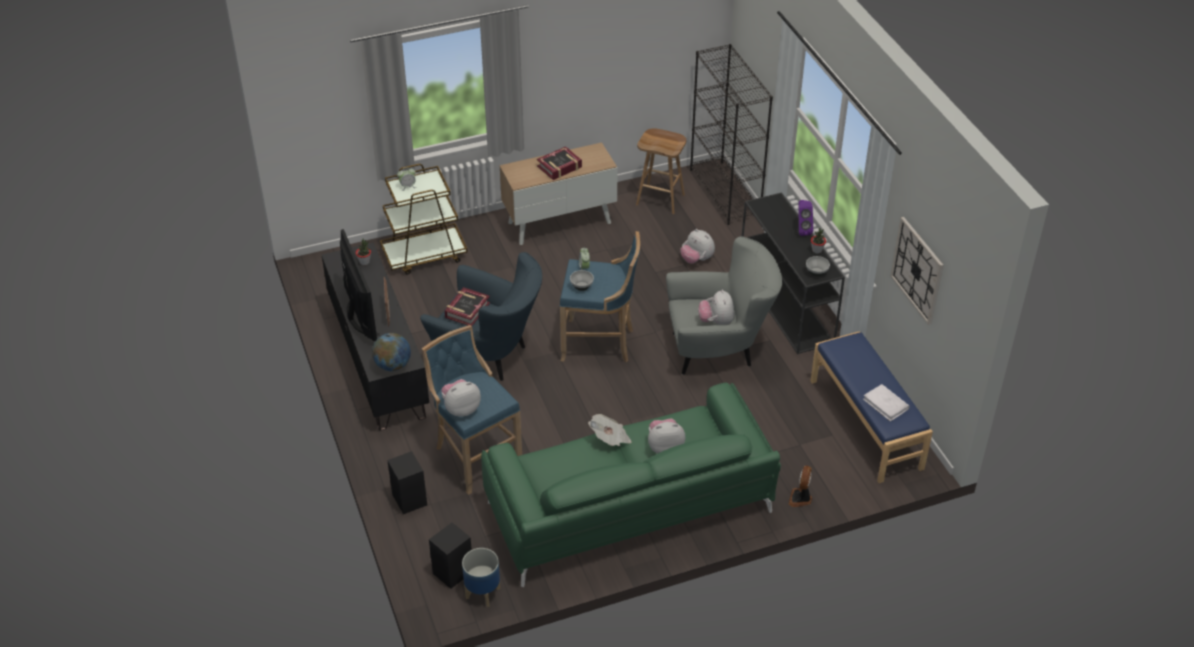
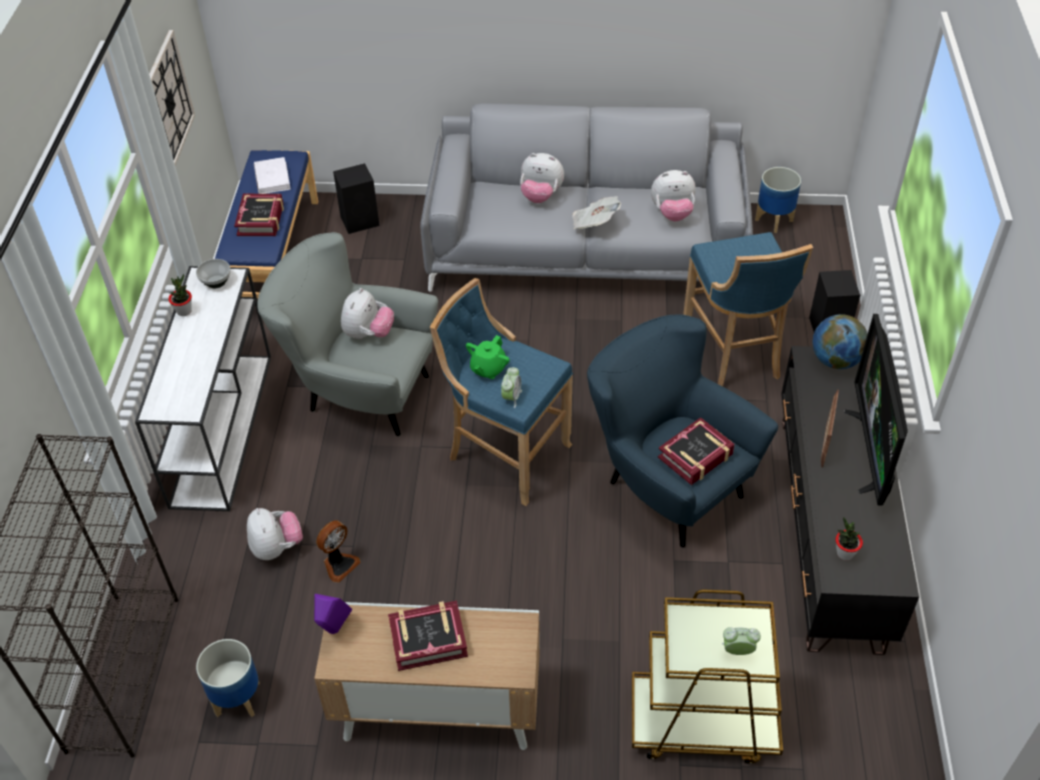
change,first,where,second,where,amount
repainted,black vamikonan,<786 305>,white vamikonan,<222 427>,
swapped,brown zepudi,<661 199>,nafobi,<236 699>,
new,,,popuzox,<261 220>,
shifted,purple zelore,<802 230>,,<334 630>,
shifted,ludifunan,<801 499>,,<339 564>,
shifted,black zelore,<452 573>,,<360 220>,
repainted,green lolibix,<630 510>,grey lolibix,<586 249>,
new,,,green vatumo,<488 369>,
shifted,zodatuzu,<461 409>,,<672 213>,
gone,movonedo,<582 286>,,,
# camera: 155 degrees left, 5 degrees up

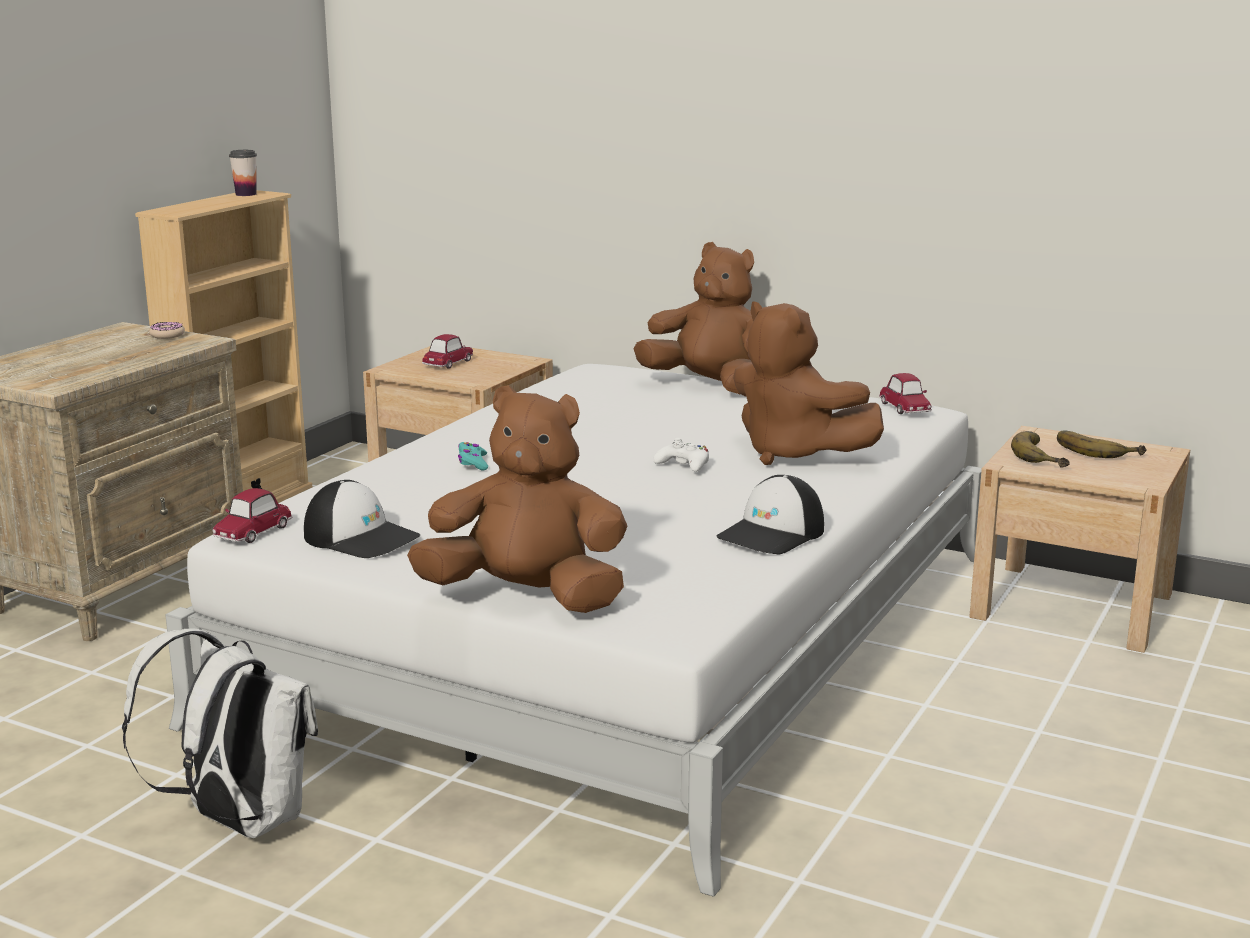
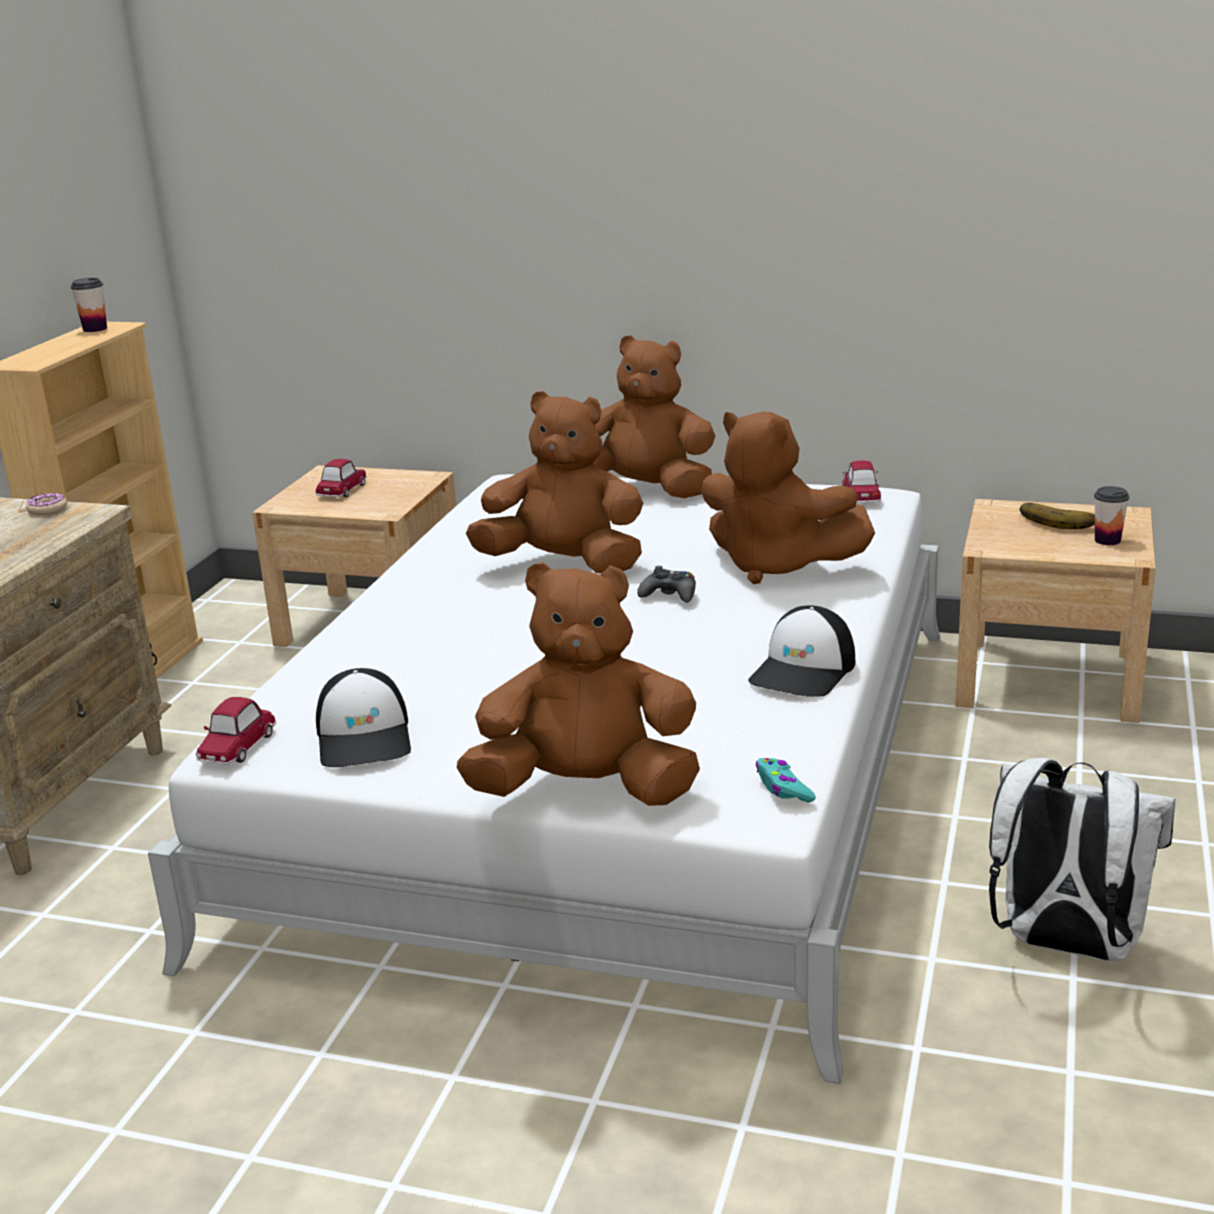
change,first,where,second,where,amount
rotated,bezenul,<361 538>,,<365 737>,60 degrees clockwise
new,,,brown zodatuzu,<564 565>,
repainted,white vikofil,<684 464>,black vikofil,<669 594>,
shifted,turquoise vikofil,<473 463>,,<783 788>,
rotated,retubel,<905 408>,,<861 495>,150 degrees counterclockwise
shifted,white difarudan,<239 821>,,<1065 945>,
new,,,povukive,<1107 540>,
gone,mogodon,<1044 456>,,,
# camera: 10 degrees left, 5 degrees up

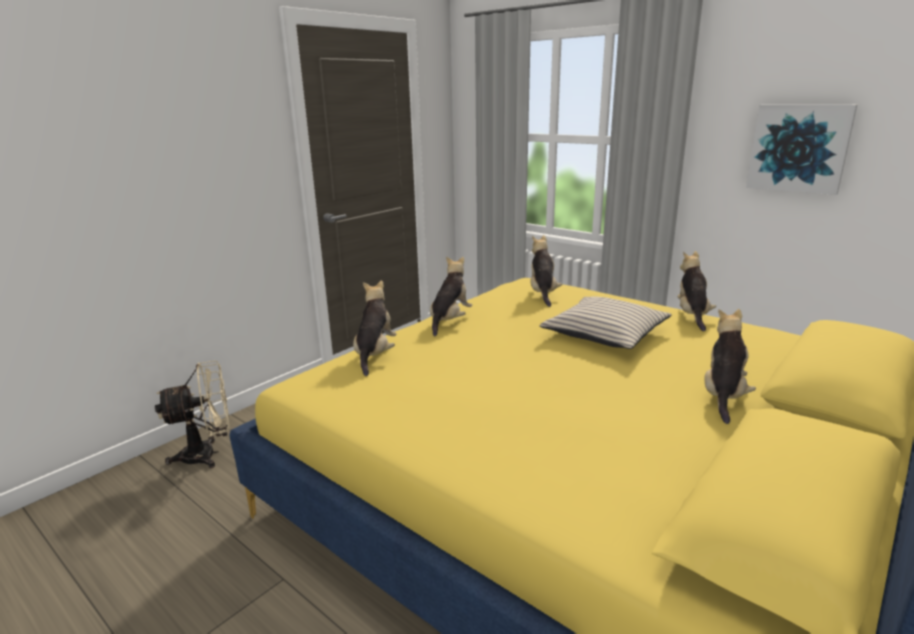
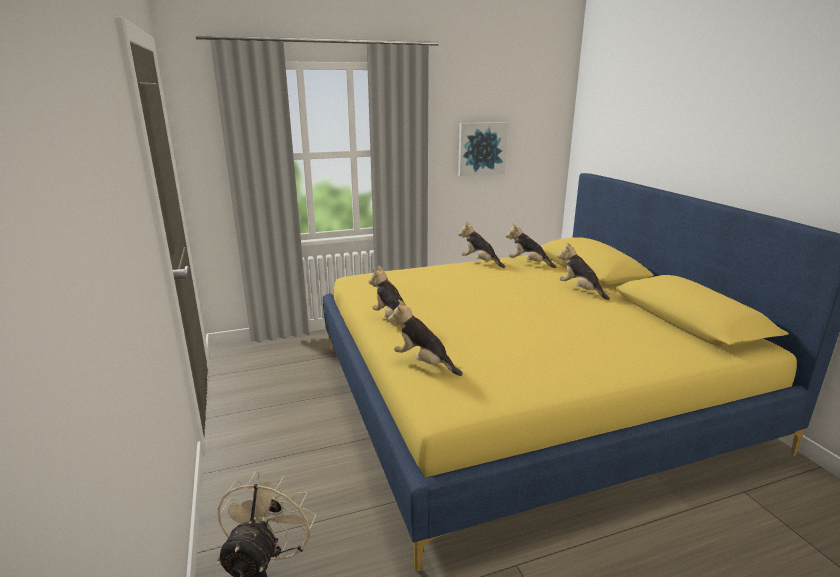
change,first,where,second,where,amount
shifted,zodatuzu,<543 293>,,<528 263>,
gone,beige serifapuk,<604 334>,,,
# camera: 60 degrees left, 0 degrees up

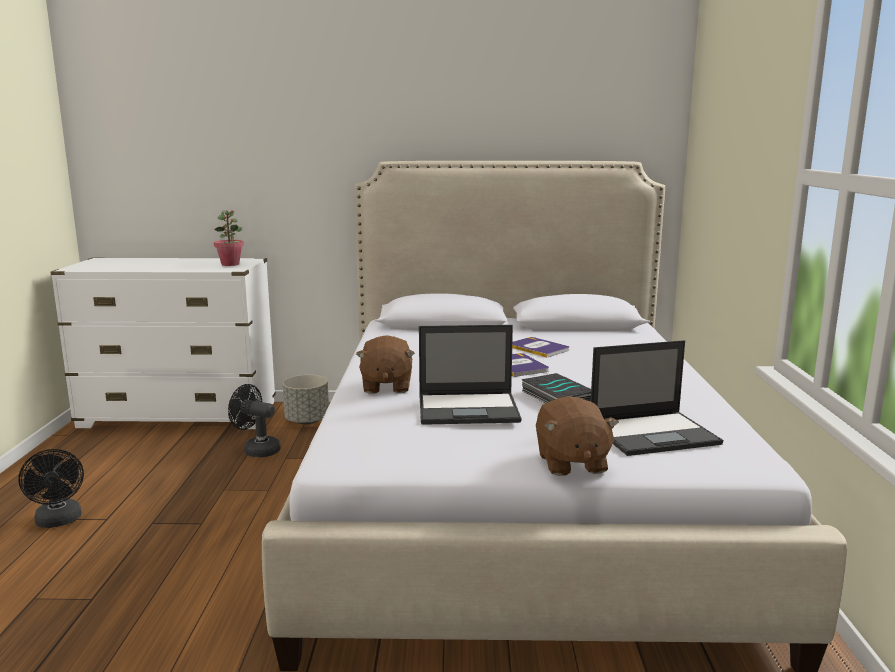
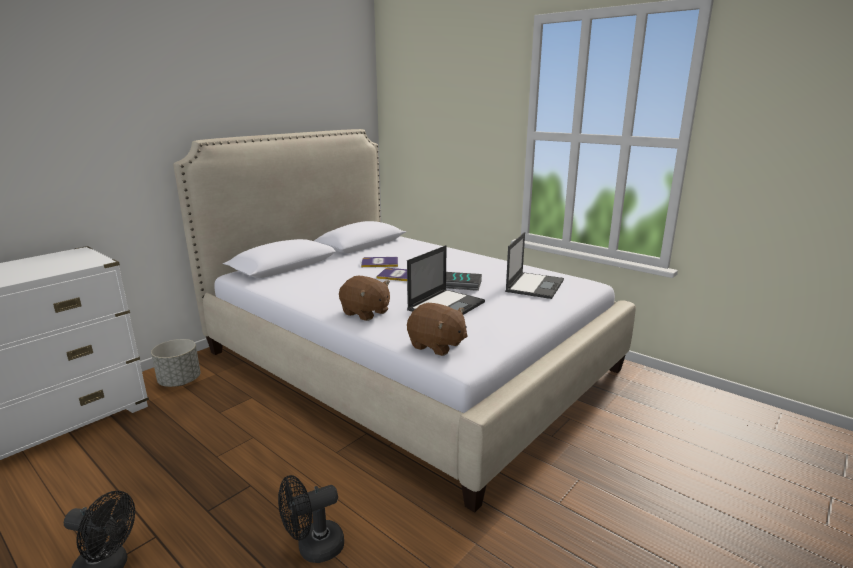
change,first,where,second,where,amount
shifted,black ludifunan,<257 450>,,<313 548>,
shifted,brown zodatuzu,<571 463>,,<437 345>,
gone,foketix,<230 264>,,,
# camera: 50 degrees left, 5 degrees up

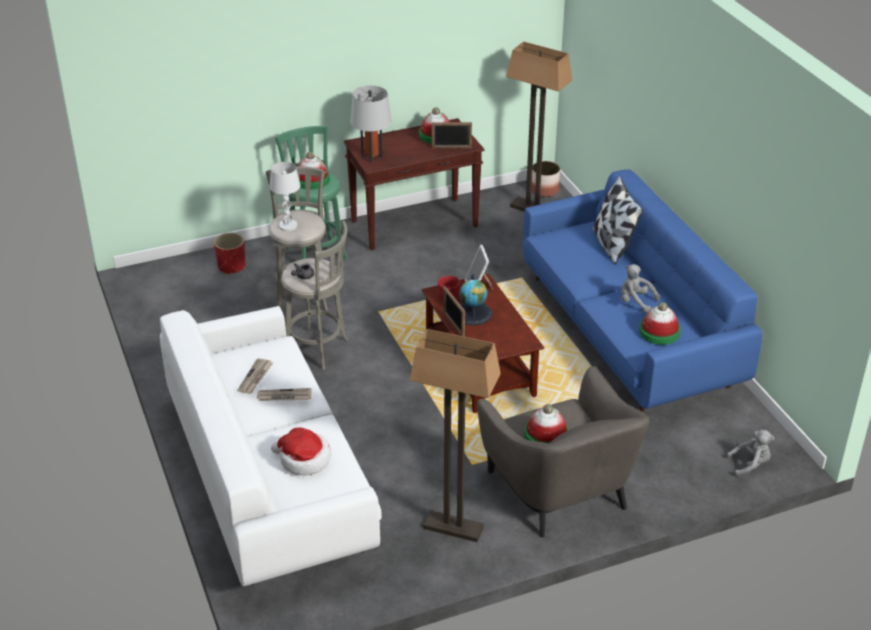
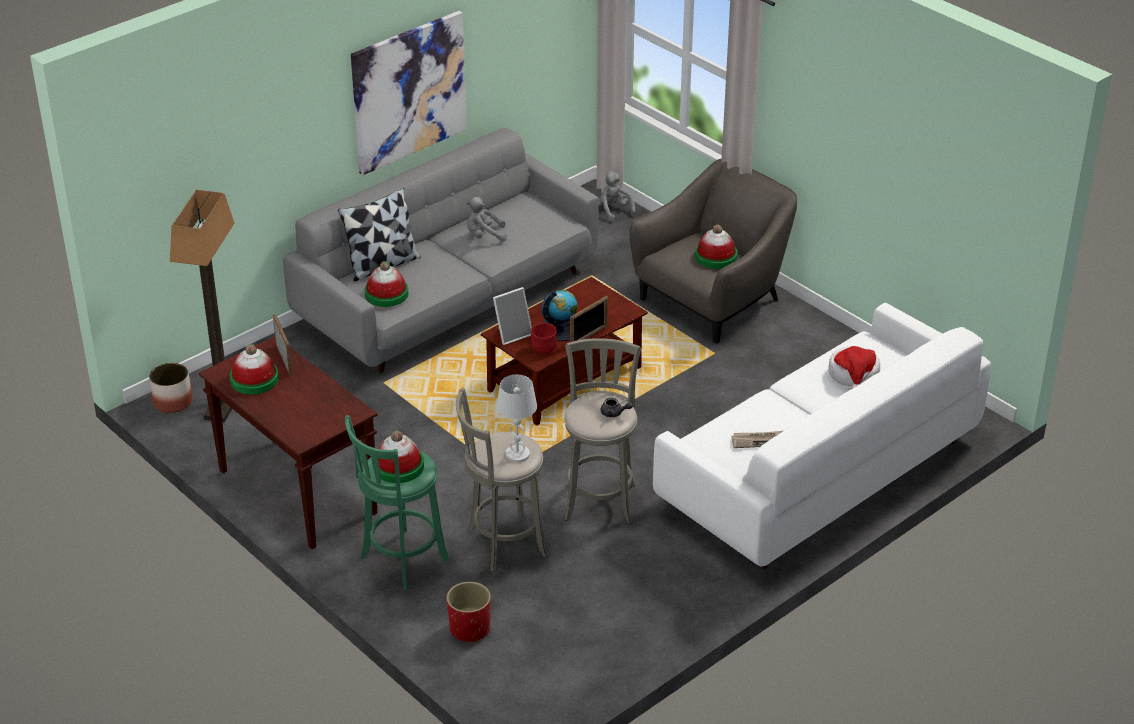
change,first,where,second,where,amount
repainted,blue lolibix,<627 330>,grey lolibix,<449 299>,
new,,,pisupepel,<408 92>,
shifted,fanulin,<659 332>,,<386 294>,
rotated,grey zodatuzu,<635 302>,,<484 236>,75 degrees clockwise
gone,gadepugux,<284 396>,,,
gone,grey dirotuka,<372 157>,,,
gone,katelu,<452 528>,,,
# camera: 110 degrees left, 0 degrees up

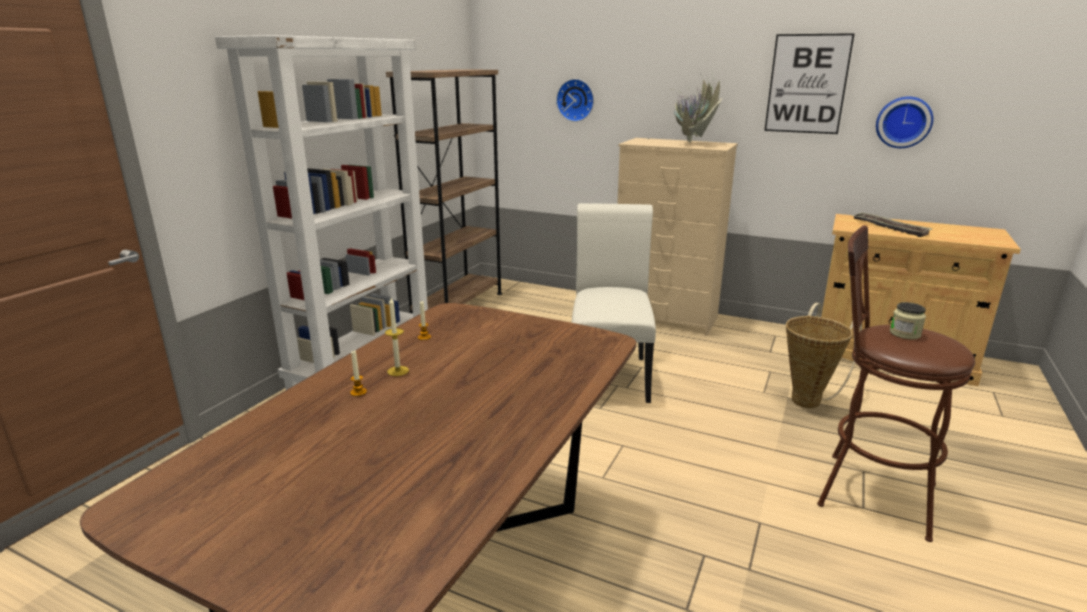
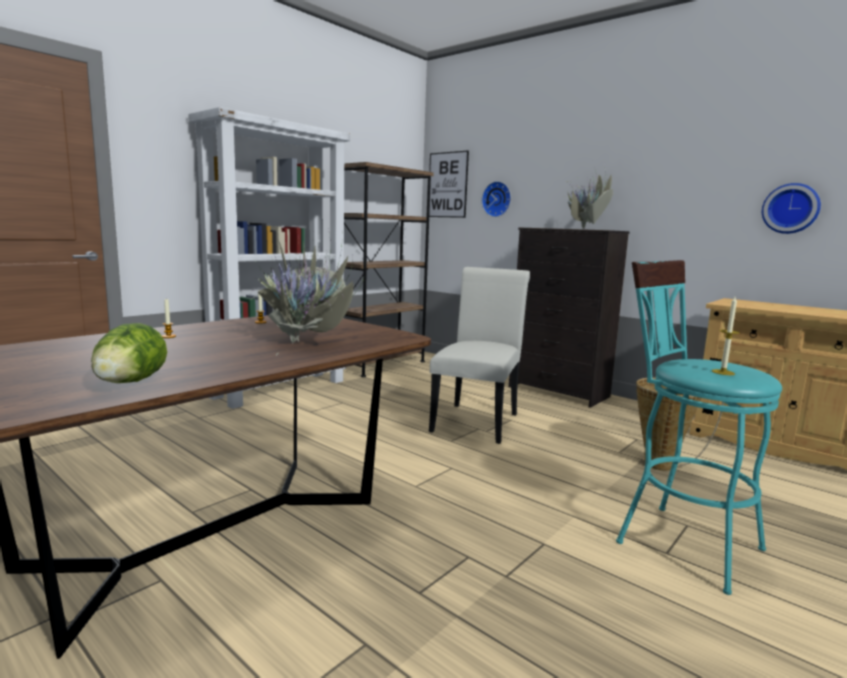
change,first,where,second,where,amount
new,,,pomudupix,<129 383>,
new,,,foketix,<306 344>,
shifted,pisupepel,<807 84>,,<447 185>,
repainted,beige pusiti,<665 318>,black pusiti,<558 392>,
repainted,brown zepudi,<864 491>,turquoise zepudi,<677 540>,
shifted,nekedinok,<398 371>,,<723 372>,
gone,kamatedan,<889 228>,,,
gone,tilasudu,<905 334>,,,
# camera: 15 degrees right, 10 degrees down

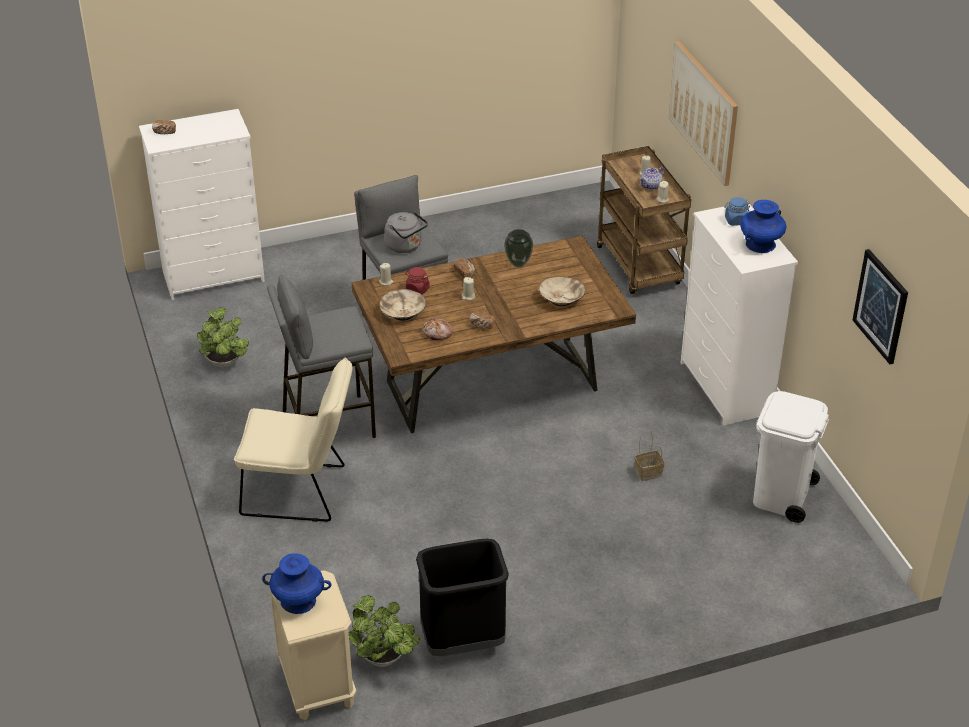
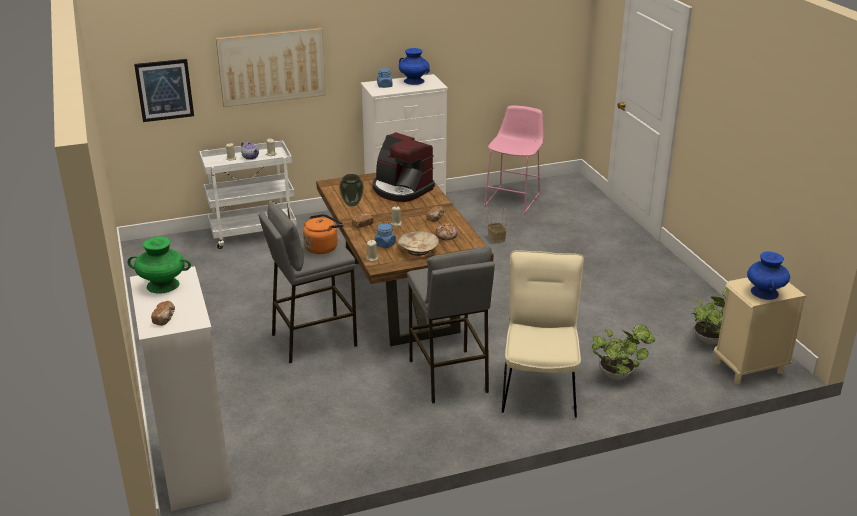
change,first,where,second,where,amount
new,,,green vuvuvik,<162 285>,
shifted,pisupepel,<881 306>,,<164 90>,
repainted,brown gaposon,<640 267>,white gaposon,<253 233>,
repainted,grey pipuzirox,<406 246>,orange pipuzirox,<322 247>,
swapped,beige movonedo,<562 299>,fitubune,<401 189>,
repainted,red tilasudu,<417 289>,blue tilasudu,<385 244>,
swapped,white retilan,<781 497>,pink zepudi,<513 199>,
shifted,foketix,<225 364>,,<618 374>,
gone,black retilan,<463 641>,,,
# camera: 90 degrees left, 10 degrees down

